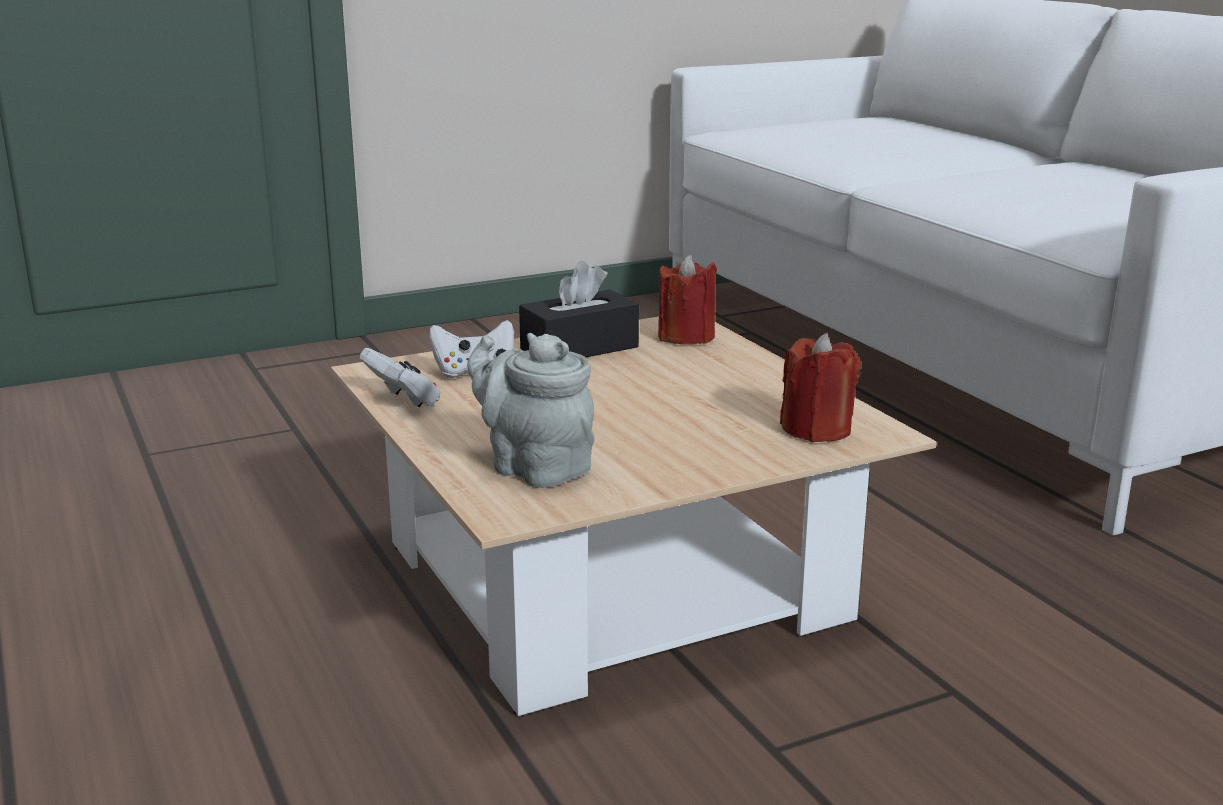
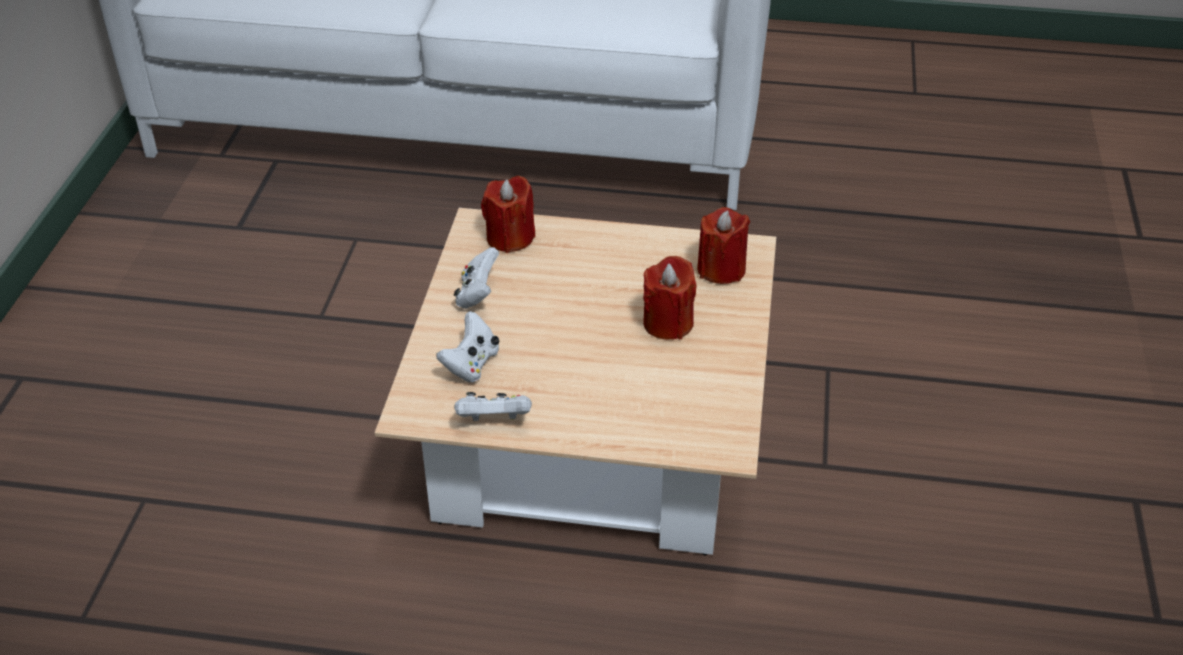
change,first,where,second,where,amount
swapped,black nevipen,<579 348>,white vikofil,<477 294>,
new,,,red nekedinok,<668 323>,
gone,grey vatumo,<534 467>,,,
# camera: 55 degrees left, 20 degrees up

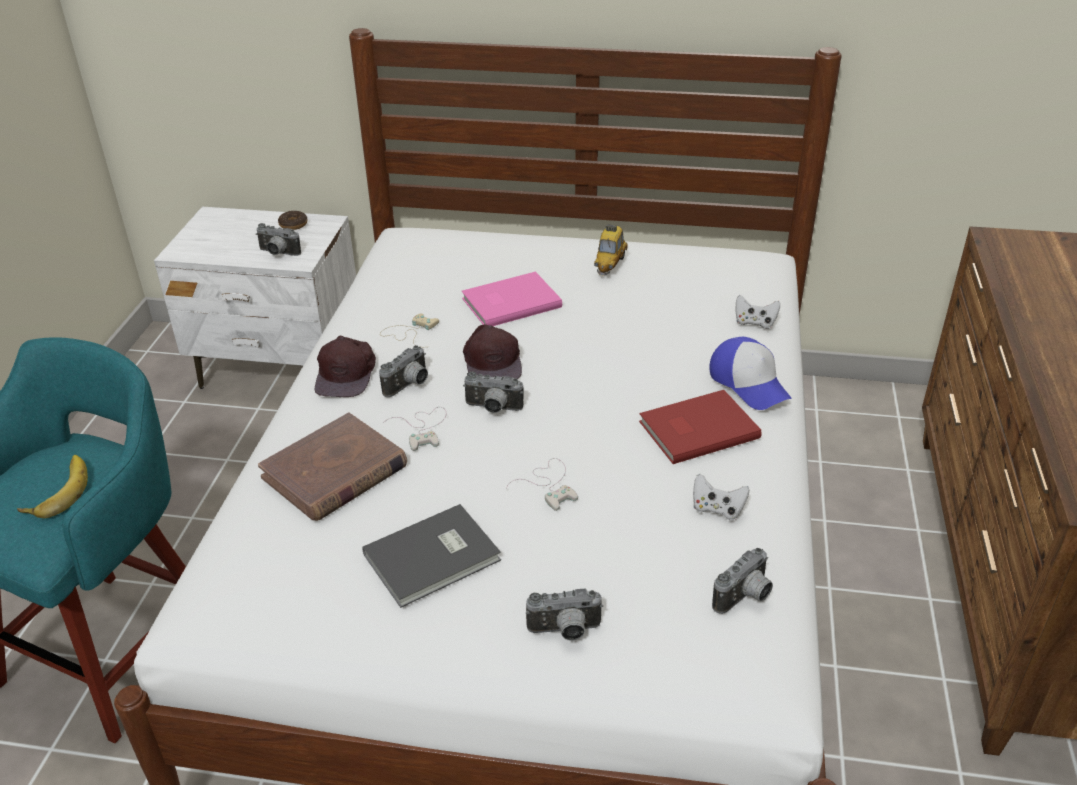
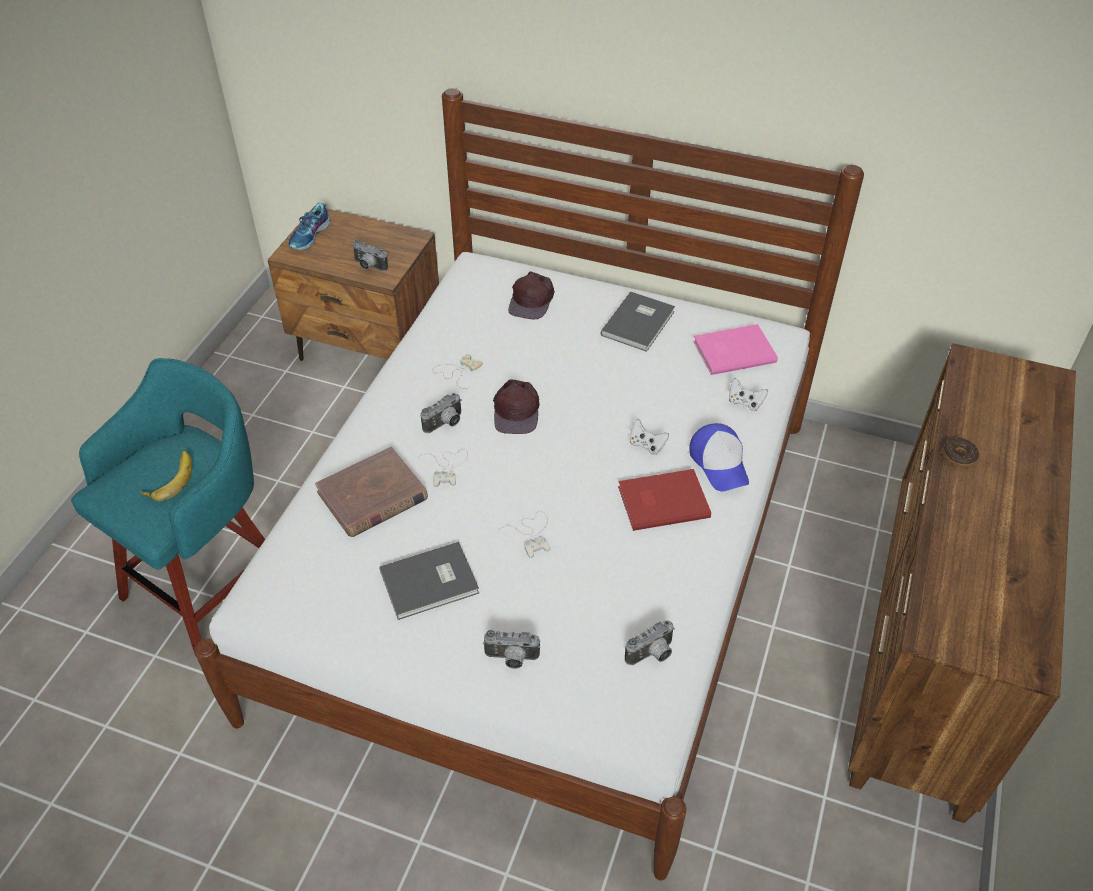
change,first,where,second,where,amount
repainted,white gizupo,<280 367>,brown gizupo,<369 348>,
new,,,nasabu,<311 236>,
shifted,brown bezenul,<347 373>,,<532 300>,
swapped,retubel,<610 264>,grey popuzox,<640 323>,
shifted,white vikofil,<717 509>,,<646 445>,
shifted,pink popuzox,<509 302>,,<732 351>,
shifted,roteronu,<293 224>,,<959 456>,
gone,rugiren,<492 409>,,,
# camera: 10 degrees right, 10 degrees up

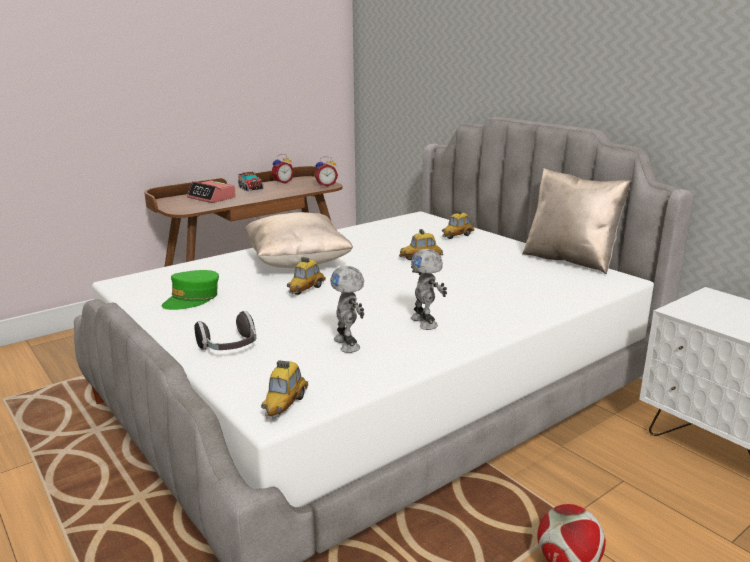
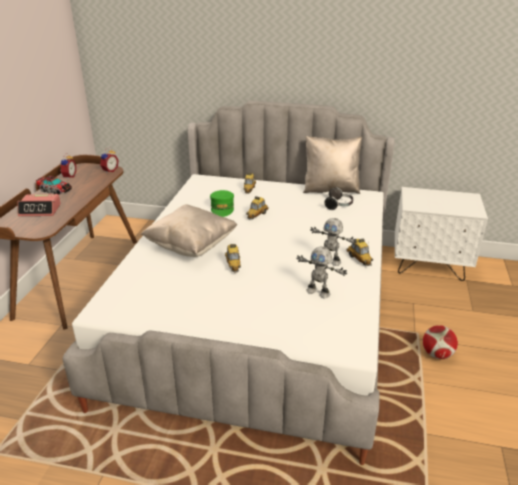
change,first,where,second,where,amount
shifted,green bezenul,<192 299>,,<222 208>,
shifted,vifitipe,<230 348>,,<339 205>,
shifted,retubel,<285 405>,,<359 259>,
# camera: 40 degrees left, 10 degrees up

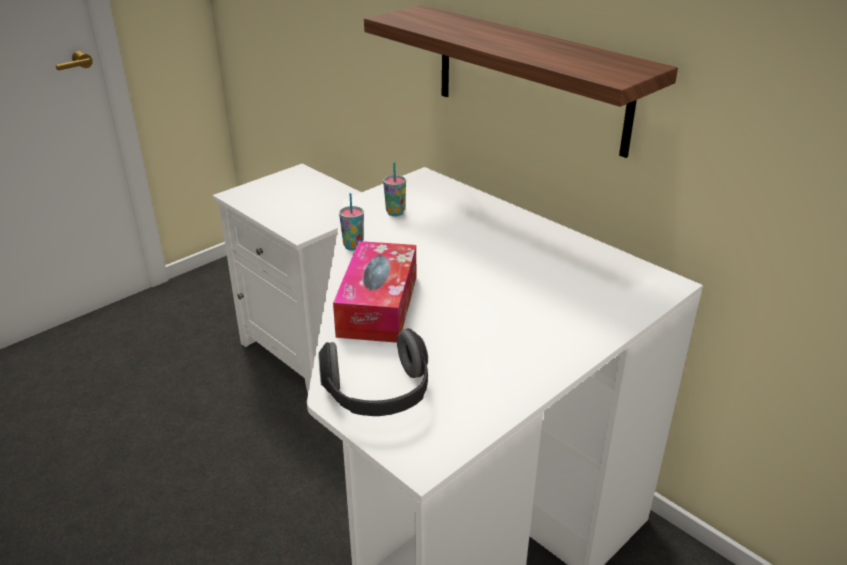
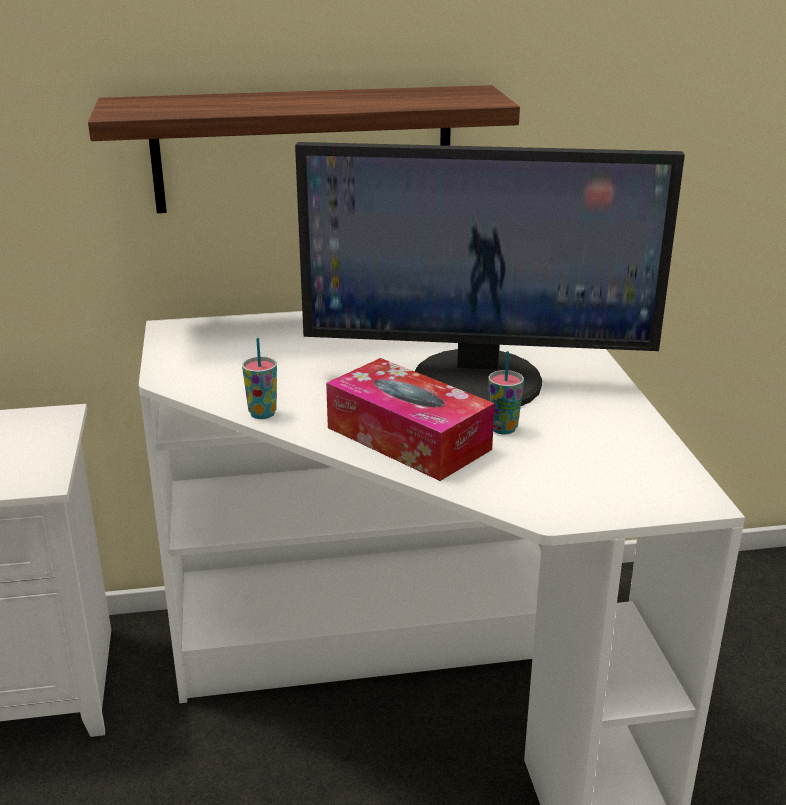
change,first,where,second,where,amount
new,,,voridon,<478 380>,
shifted,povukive,<395 213>,,<503 429>,
gone,vifitipe,<378 396>,,,
# camera: 55 degrees left, 5 degrees down

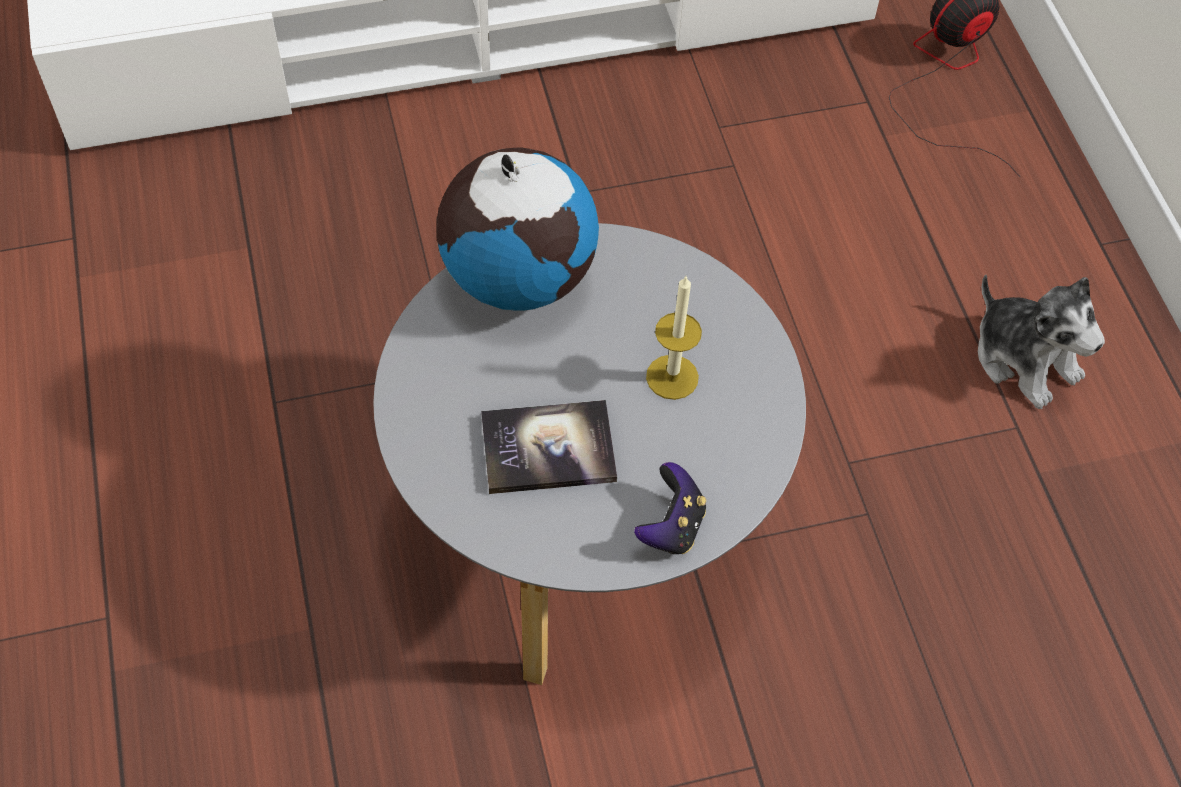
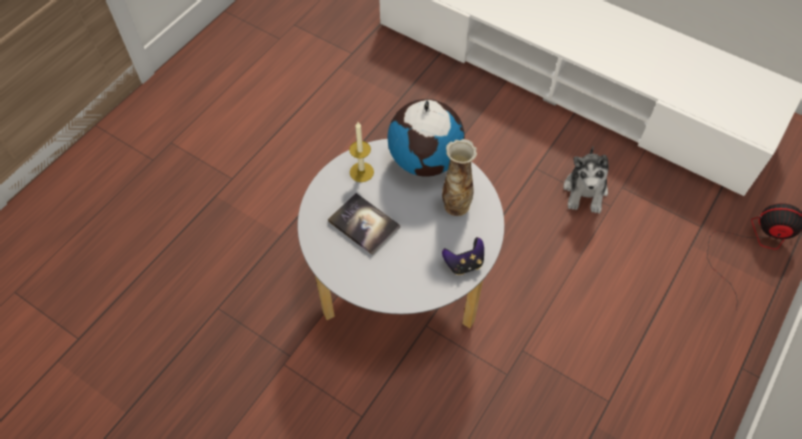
change,first,where,second,where,amount
shifted,nekedinok,<672 377>,,<361 172>,
new,,,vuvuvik,<456 204>,
shifted,vikofil,<671 526>,,<464 263>,
shifted,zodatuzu,<1024 358>,,<585 191>,
# camera: 50 degrees right, 0 degrees up

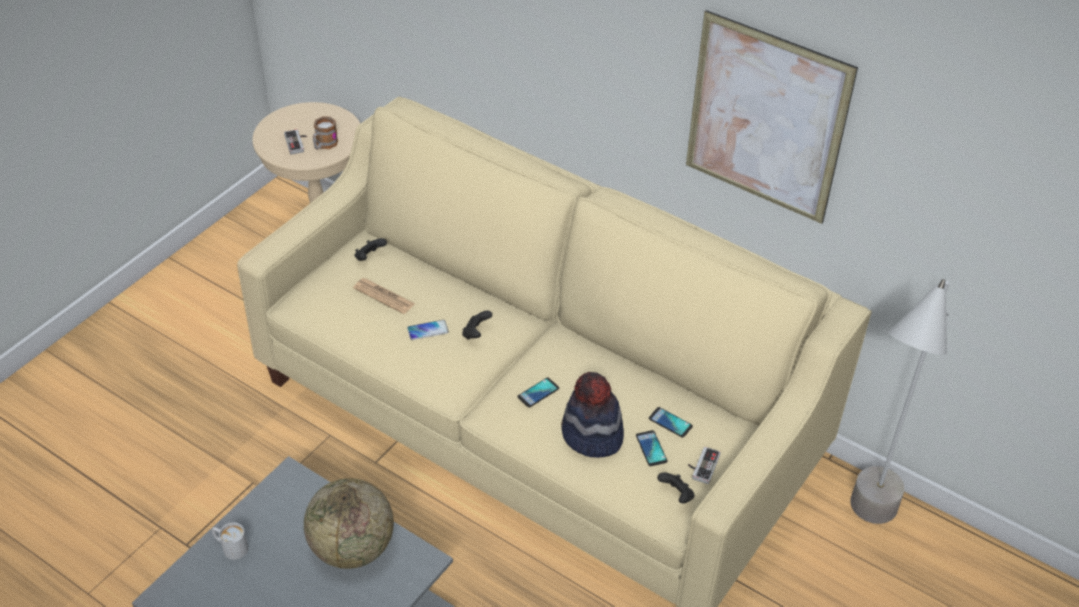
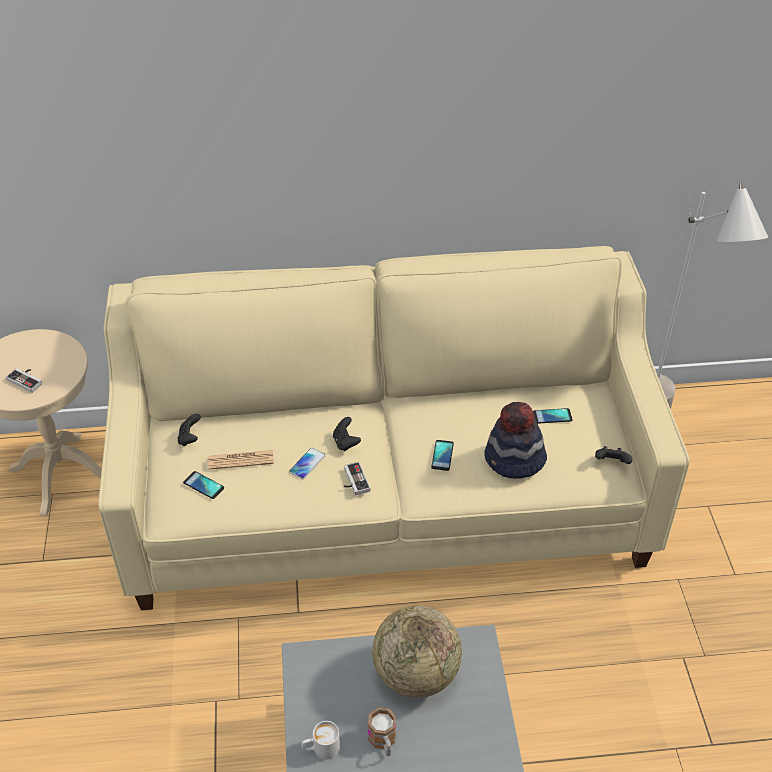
change,first,where,second,where,amount
shifted,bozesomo,<651 448>,,<203 485>,
shifted,vikofil,<702 466>,,<353 481>,
shifted,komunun,<324 145>,,<383 742>,
gone,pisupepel,<766 119>,,,
# camera: 40 degrees left, 0 degrees up

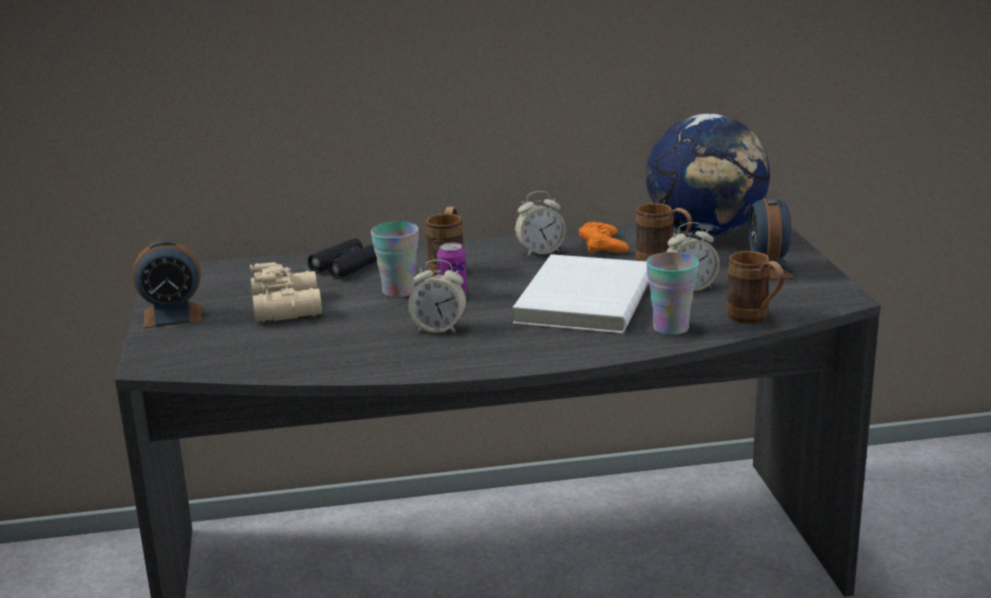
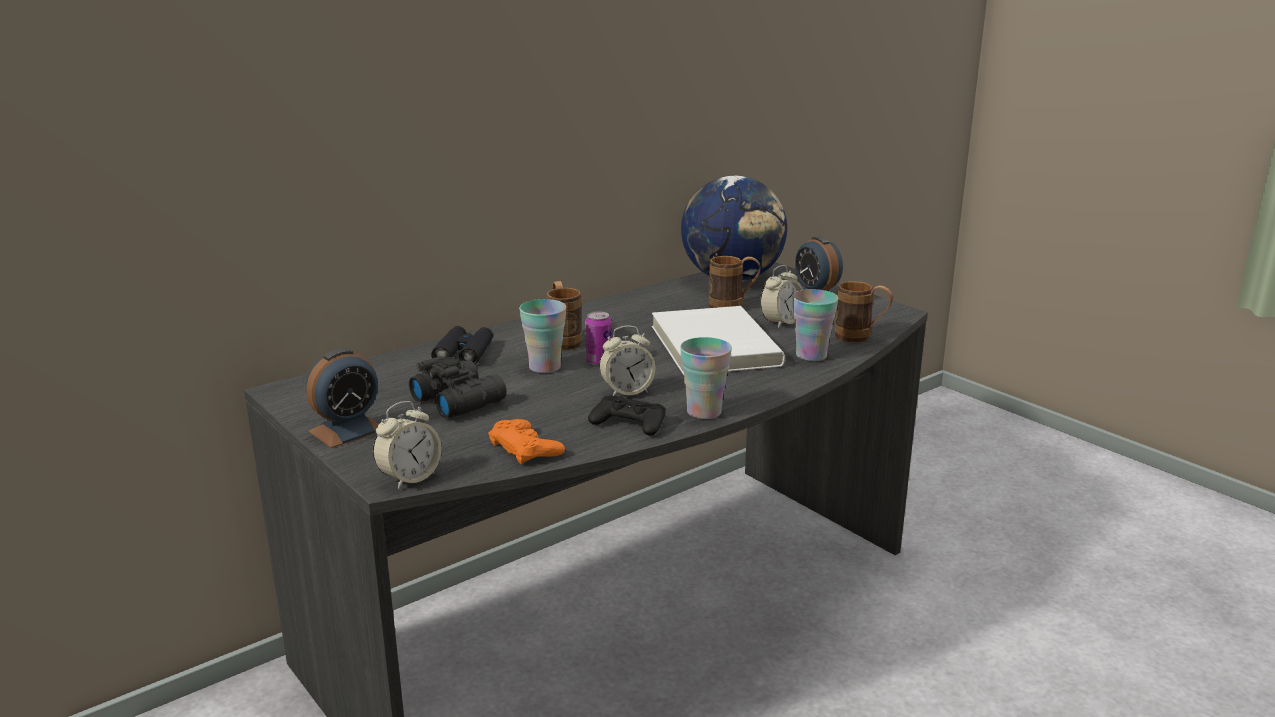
change,first,where,second,where,amount
shifted,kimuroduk,<540 252>,,<409 478>,
repainted,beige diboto,<289 307>,black diboto,<459 400>,
shifted,orange vikofil,<603 245>,,<525 448>,
new,,,black vikofil,<629 423>,
new,,,povukive,<704 412>,
# camera: 30 degrees left, 0 degrees up

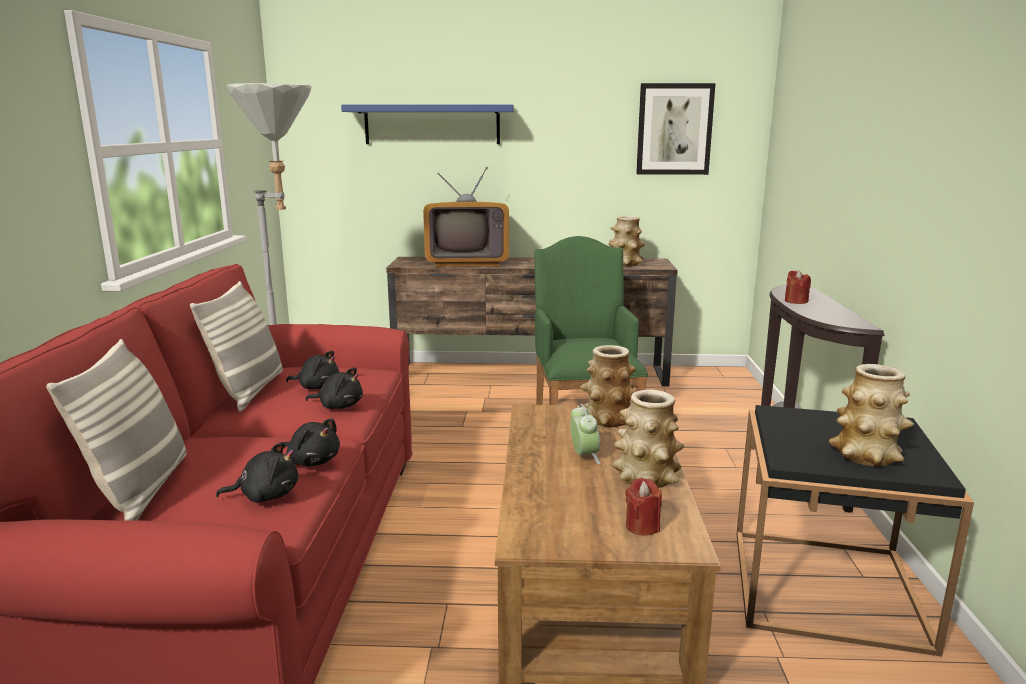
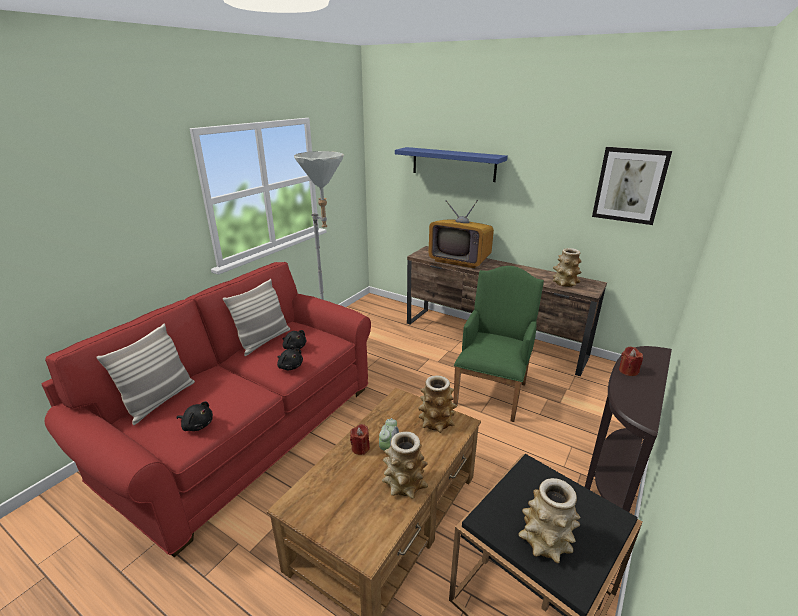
change,first,where,second,where,amount
shifted,red nekedinok,<642 526>,,<360 448>,
gone,black zodatuzu,<312 461>,,,
# camera: 30 degrees right, 10 degrees up

